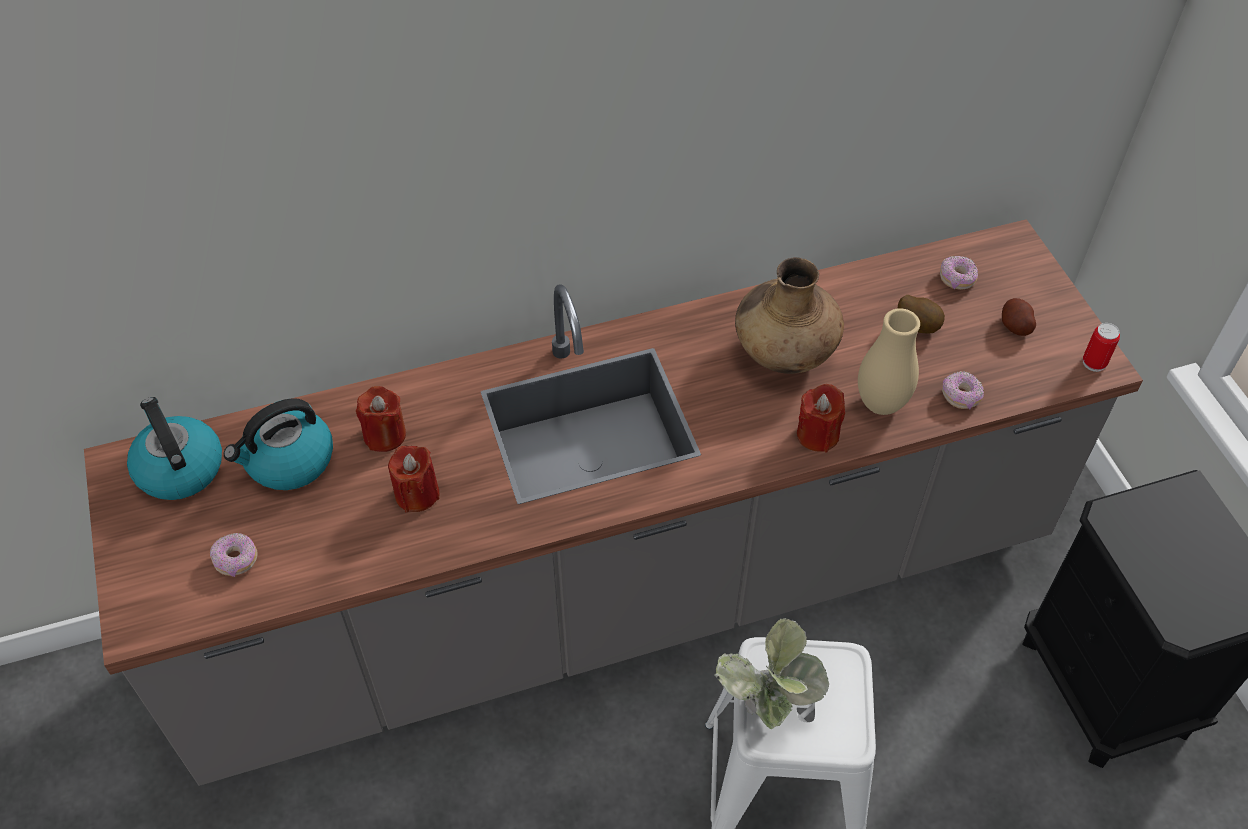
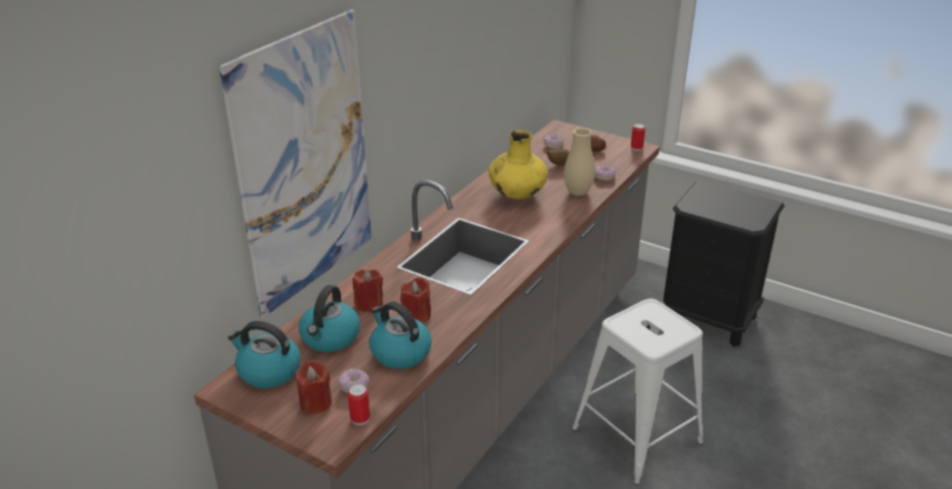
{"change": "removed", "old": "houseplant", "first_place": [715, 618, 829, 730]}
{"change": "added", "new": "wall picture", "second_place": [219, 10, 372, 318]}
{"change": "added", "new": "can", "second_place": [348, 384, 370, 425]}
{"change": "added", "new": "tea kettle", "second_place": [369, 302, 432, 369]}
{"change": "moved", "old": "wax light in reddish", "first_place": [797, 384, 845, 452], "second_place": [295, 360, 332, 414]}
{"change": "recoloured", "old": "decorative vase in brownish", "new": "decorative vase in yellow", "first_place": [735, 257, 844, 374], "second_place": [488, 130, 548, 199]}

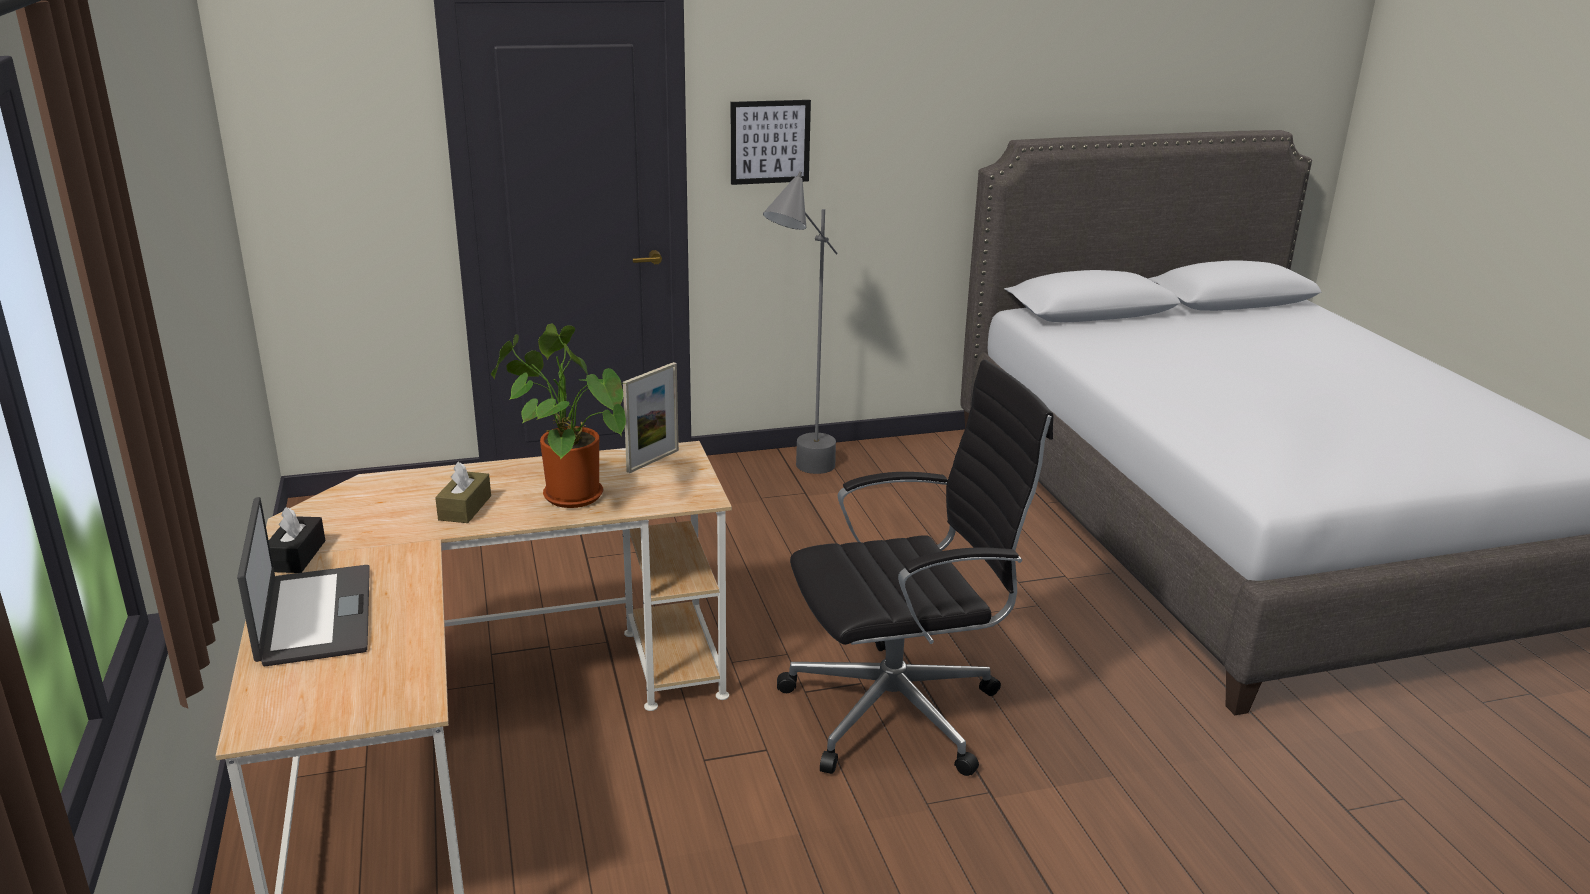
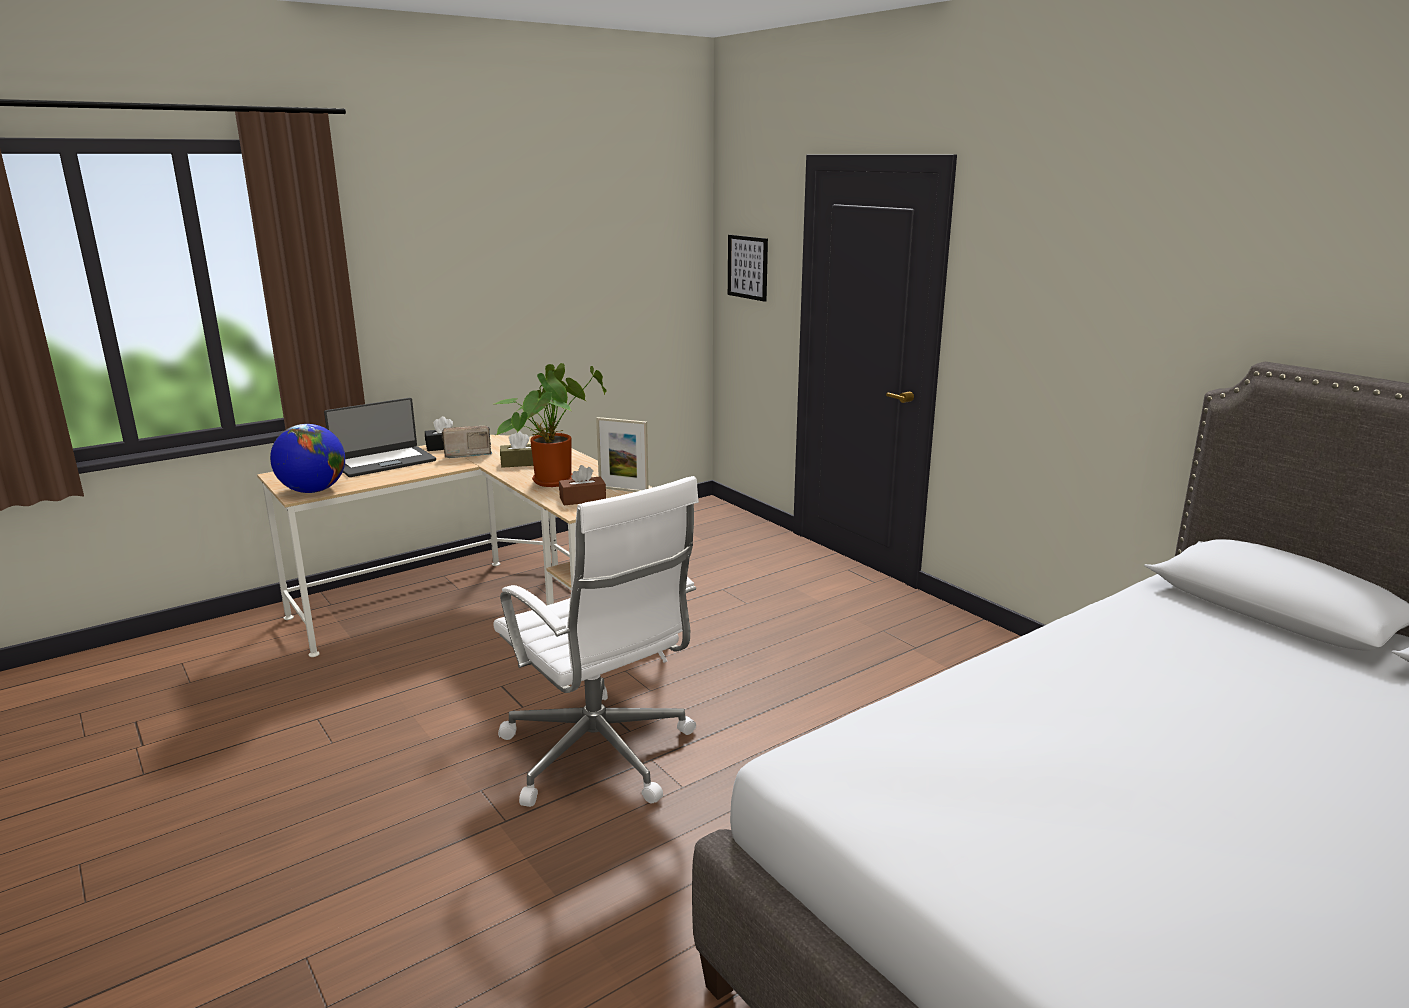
{"change": "removed", "old": "floor lamp in gray", "first_place": [763, 171, 838, 474]}
{"change": "added", "new": "desk globe", "second_place": [270, 424, 345, 493]}
{"change": "added", "new": "radio receiver", "second_place": [442, 426, 492, 458]}
{"change": "added", "new": "tissue box in brownish", "second_place": [559, 465, 606, 505]}
{"change": "moved", "old": "wall picture", "first_place": [731, 100, 811, 185], "second_place": [728, 235, 768, 302]}
{"change": "recoloured", "old": "desk chair in blackish", "new": "desk chair in white-coloured", "first_place": [777, 360, 1053, 776], "second_place": [493, 476, 699, 807]}

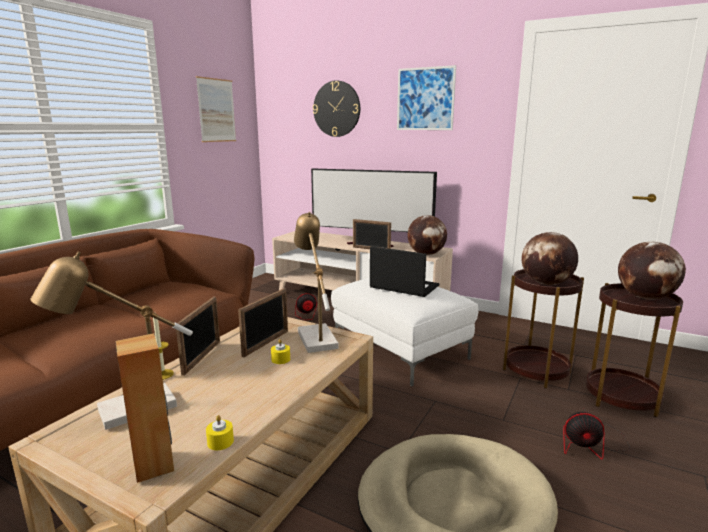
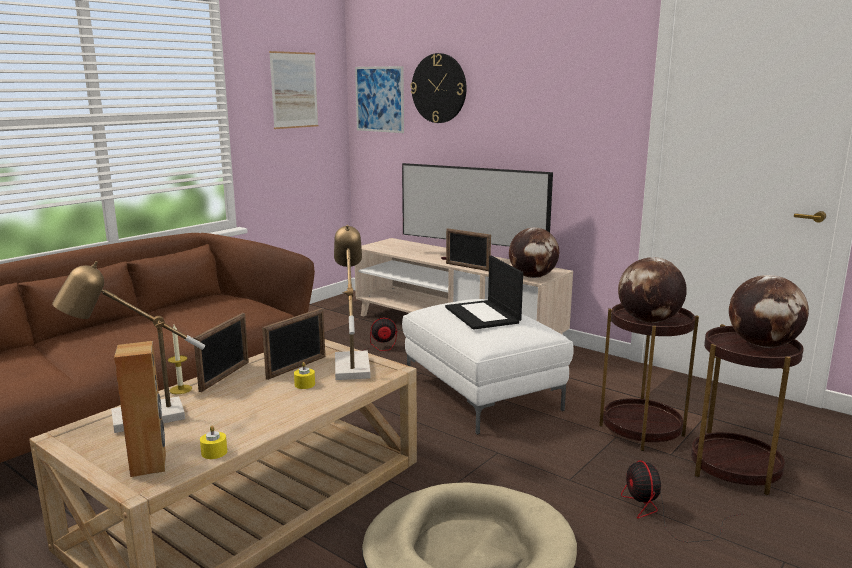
{"change": "moved", "old": "wall picture", "first_place": [397, 65, 456, 130], "second_place": [355, 66, 404, 133]}
{"change": "turned", "old": "portable computer", "first_place": [370, 246, 440, 297], "second_place": [445, 256, 523, 330], "degrees": -150}
{"change": "turned", "old": "electric fan", "first_place": [563, 409, 630, 459], "second_place": [621, 460, 744, 542], "degrees": 60}

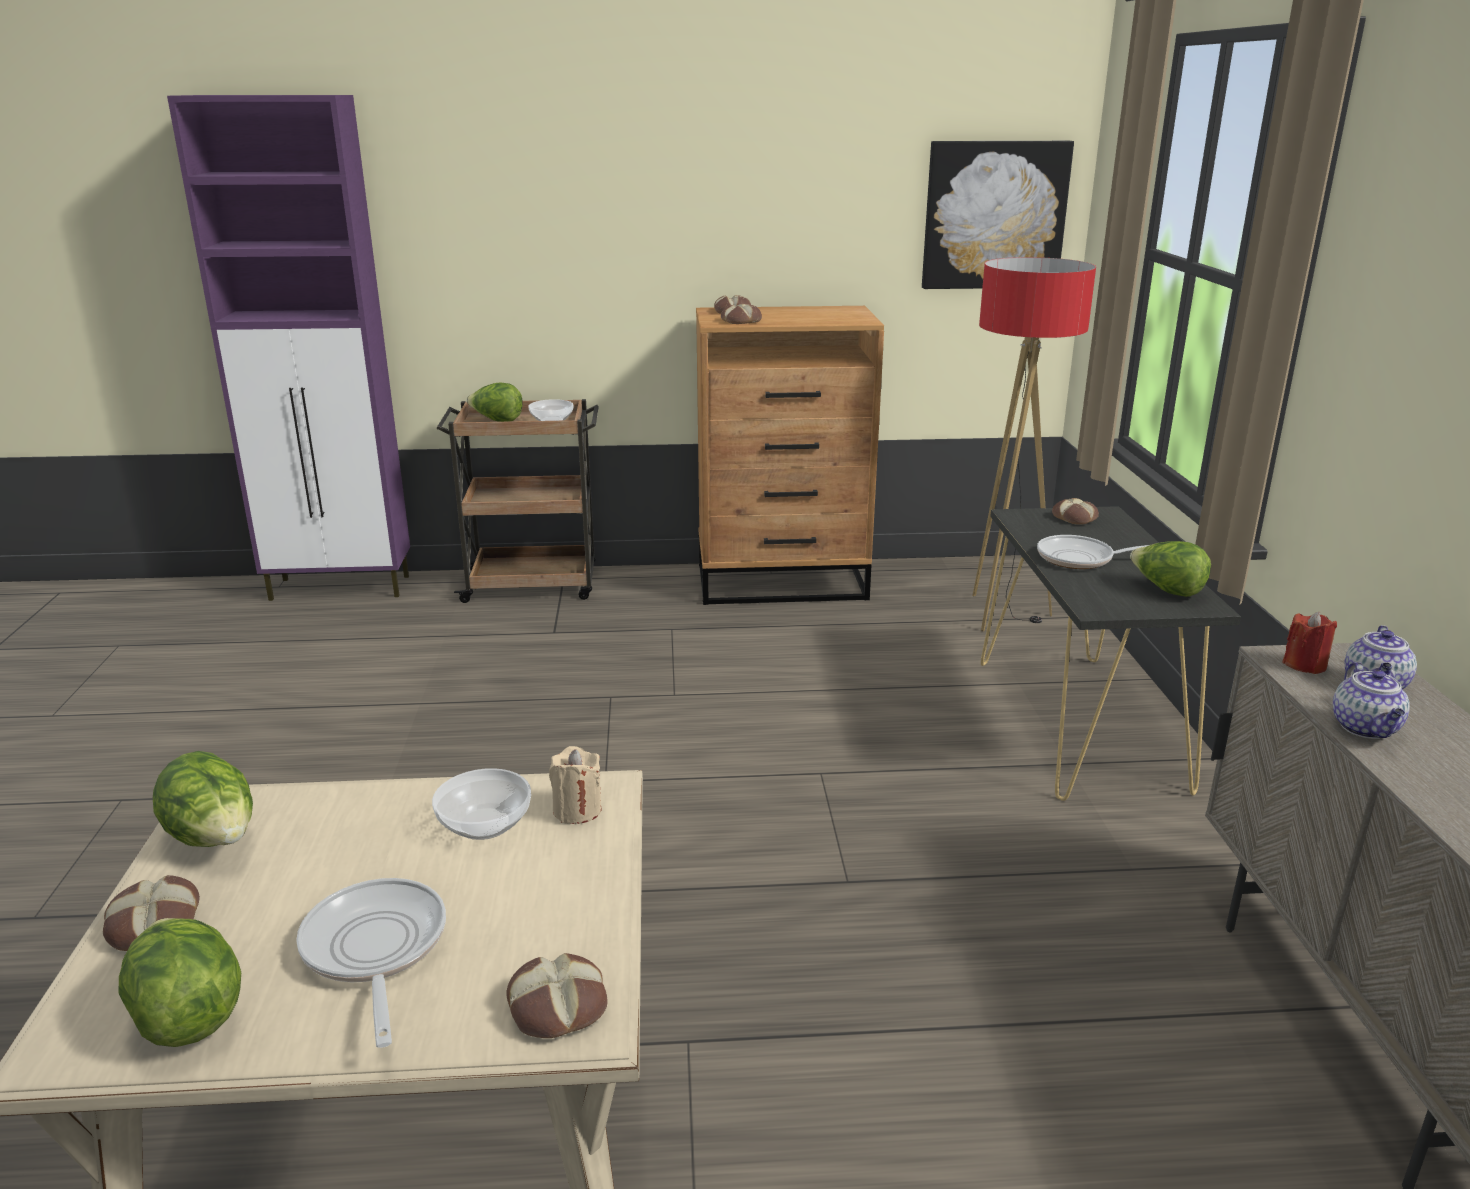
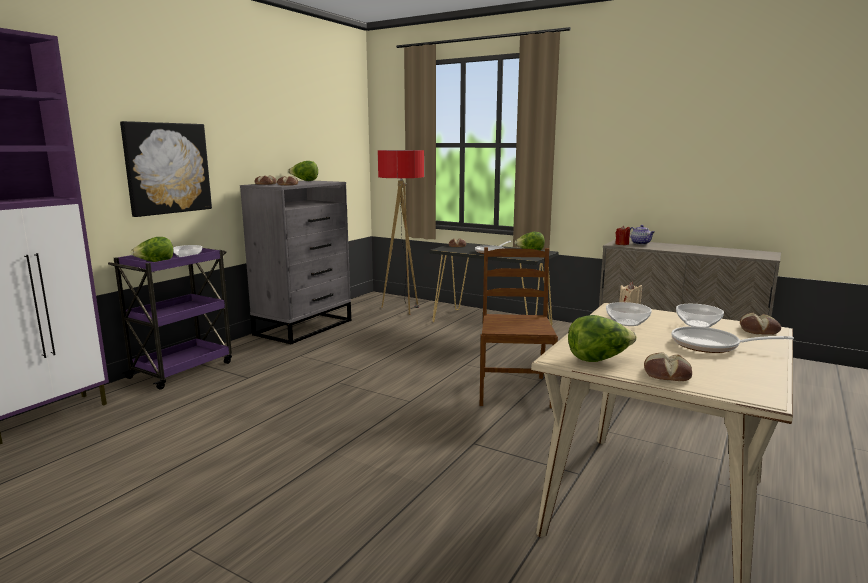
{"change": "removed", "old": "teapot", "first_place": [1333, 662, 1410, 739]}
{"change": "added", "new": "plain chair in brownish", "second_place": [480, 247, 558, 408]}
{"change": "added", "new": "serving bowl", "second_place": [676, 304, 724, 328]}
{"change": "moved", "old": "head of lettuce", "first_place": [118, 918, 241, 1047], "second_place": [288, 161, 318, 181]}
{"change": "moved", "old": "wall picture", "first_place": [922, 141, 1074, 289], "second_place": [120, 121, 212, 217]}
{"change": "recoloured", "old": "trolley in brownish", "new": "trolley in purple-coloured", "first_place": [436, 399, 599, 603], "second_place": [108, 248, 232, 390]}
{"change": "recoloured", "old": "chest of drawers in brownish", "new": "chest of drawers in gray", "first_place": [696, 306, 884, 605], "second_place": [240, 181, 351, 345]}

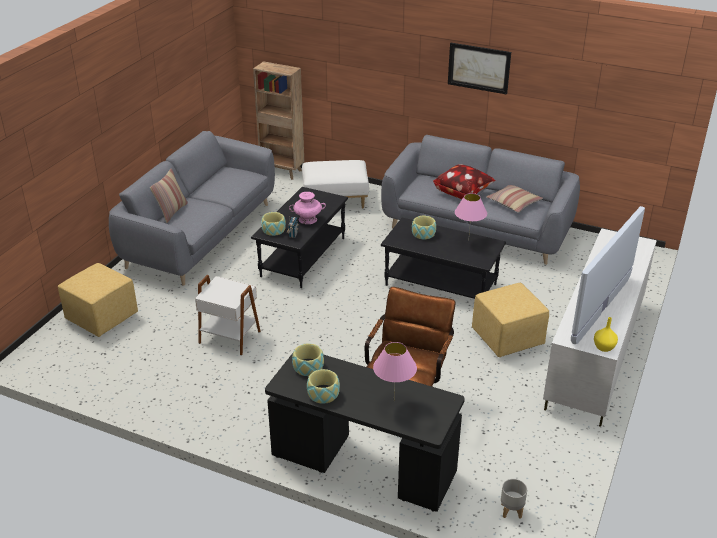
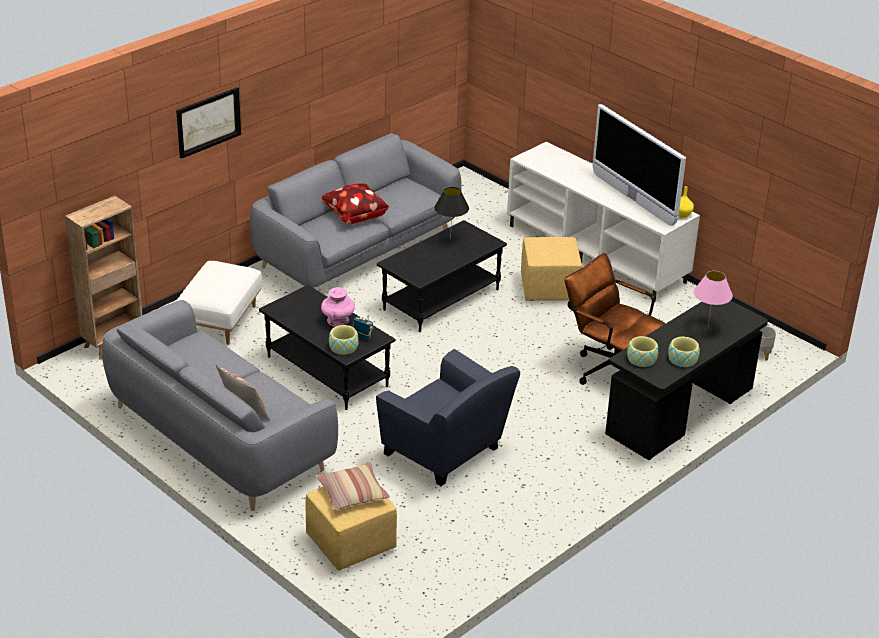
{"change": "removed", "old": "serving bowl", "first_place": [412, 216, 436, 239]}
{"change": "moved", "old": "wall picture", "first_place": [448, 43, 511, 94], "second_place": [176, 87, 241, 159]}
{"change": "moved", "old": "pillow", "first_place": [486, 185, 543, 213], "second_place": [316, 462, 390, 511]}
{"change": "replaced", "old": "end table in white-coloured", "new": "lounge chair in bluish", "first_place": [195, 275, 261, 355], "second_place": [376, 349, 520, 486]}
{"change": "recoloured", "old": "table lamp in pink", "new": "table lamp in blackish", "first_place": [455, 193, 487, 242], "second_place": [434, 187, 469, 239]}

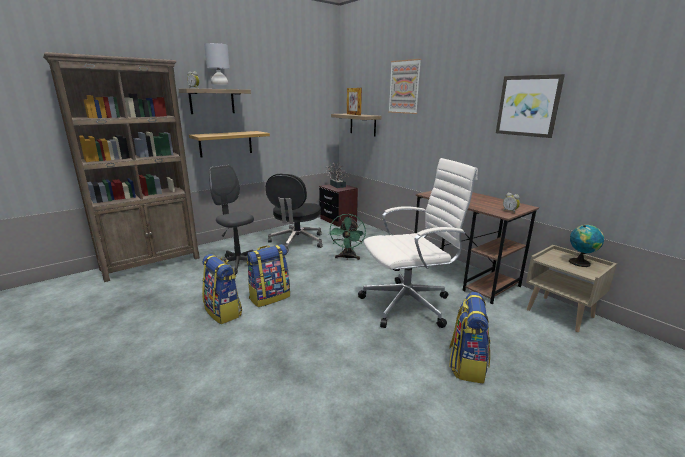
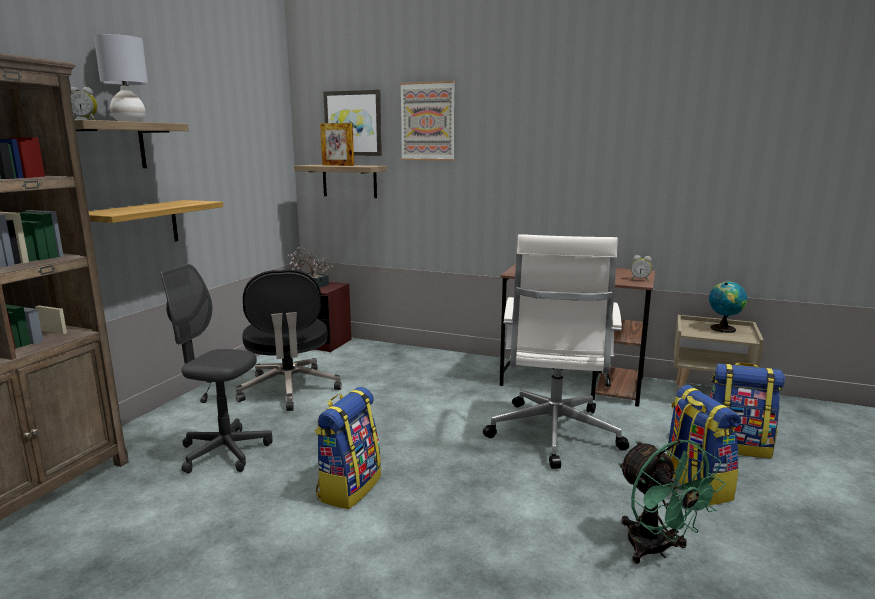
{"change": "moved", "old": "knapsack", "first_place": [202, 254, 242, 324], "second_place": [710, 362, 785, 458]}
{"change": "moved", "old": "electric fan in green-coloured", "first_place": [329, 214, 366, 260], "second_place": [618, 439, 726, 564]}
{"change": "moved", "old": "wall picture", "first_place": [496, 74, 565, 138], "second_place": [323, 90, 382, 156]}
{"change": "turned", "old": "desk chair in white-coloured", "first_place": [358, 158, 478, 328], "second_place": [483, 234, 629, 469], "degrees": 150}

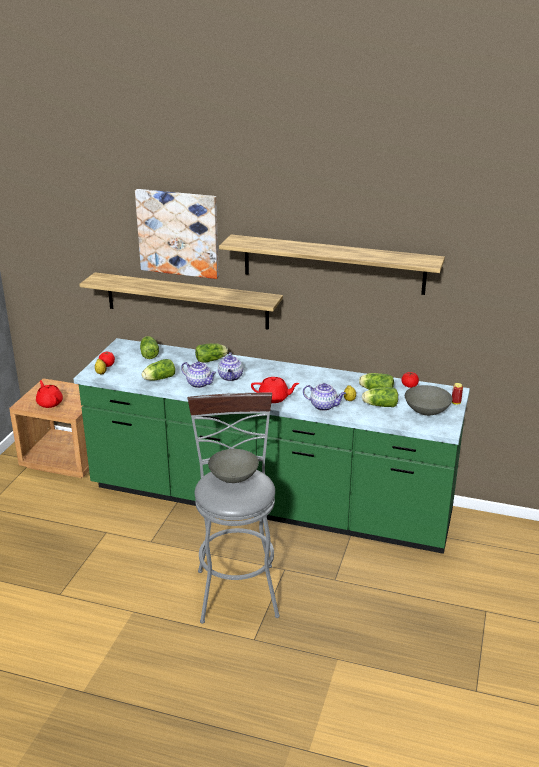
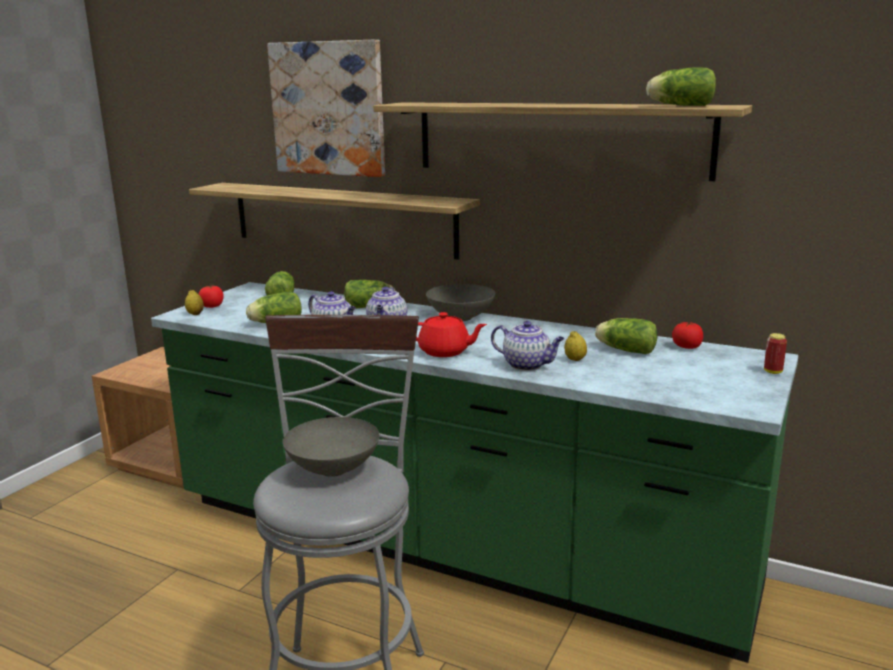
{"change": "removed", "old": "teapot in reddish", "first_place": [36, 380, 63, 408]}
{"change": "moved", "old": "head of lettuce", "first_place": [362, 387, 398, 407], "second_place": [646, 67, 716, 106]}
{"change": "moved", "old": "serving bowl in gray", "first_place": [405, 385, 452, 416], "second_place": [426, 284, 496, 321]}

